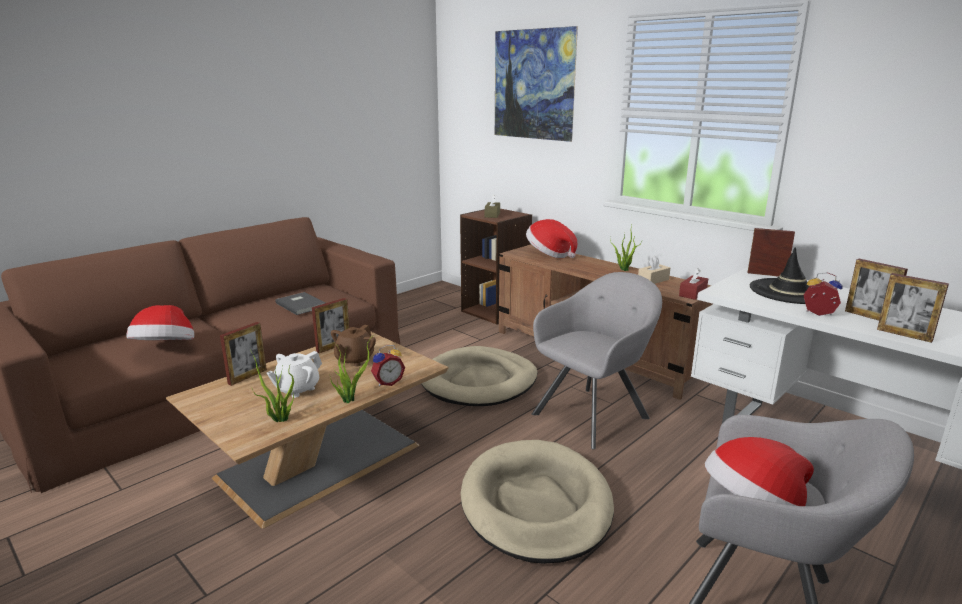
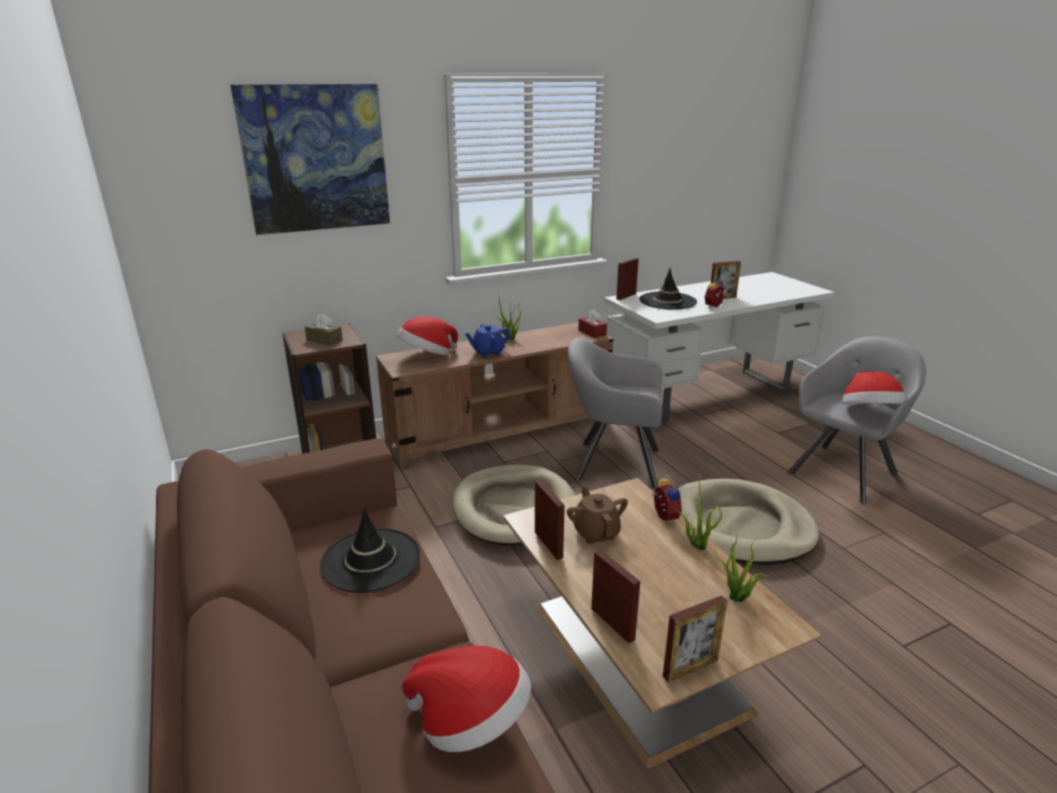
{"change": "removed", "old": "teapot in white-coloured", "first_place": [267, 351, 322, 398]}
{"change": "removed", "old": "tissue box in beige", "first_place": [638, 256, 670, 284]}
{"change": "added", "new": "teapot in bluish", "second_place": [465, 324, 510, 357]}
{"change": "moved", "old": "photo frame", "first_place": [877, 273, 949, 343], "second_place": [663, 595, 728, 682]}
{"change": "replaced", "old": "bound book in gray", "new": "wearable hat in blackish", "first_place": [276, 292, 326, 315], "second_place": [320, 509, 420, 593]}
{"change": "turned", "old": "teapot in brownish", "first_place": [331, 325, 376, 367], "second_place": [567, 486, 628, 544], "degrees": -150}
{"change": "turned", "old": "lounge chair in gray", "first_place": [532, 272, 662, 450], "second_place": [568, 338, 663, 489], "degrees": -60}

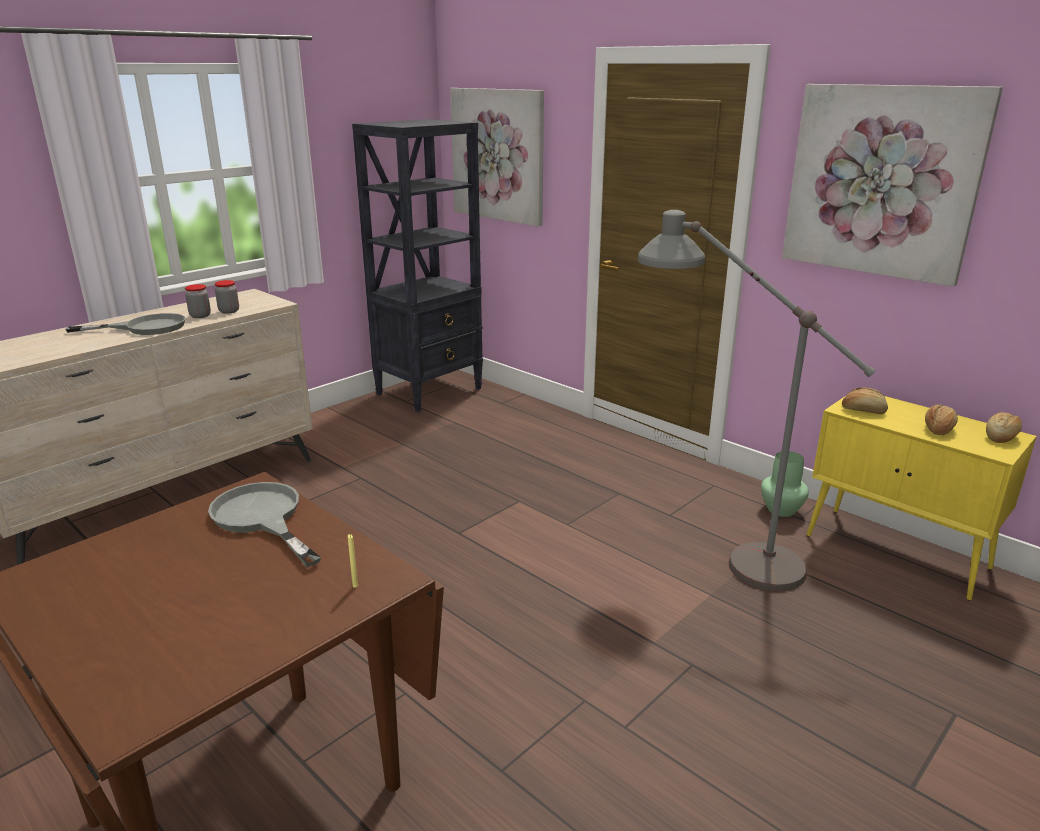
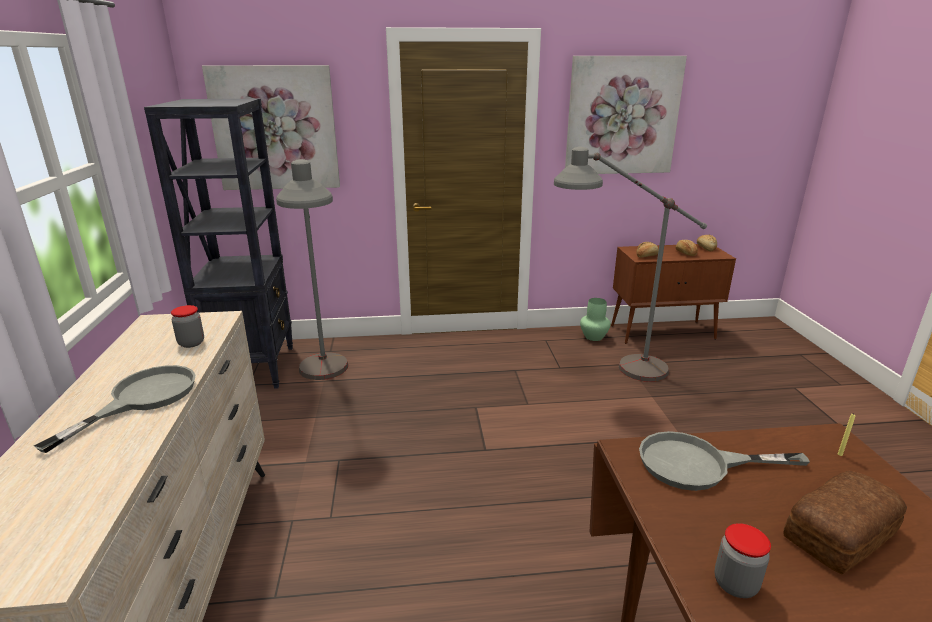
{"change": "added", "new": "floor lamp in gray", "second_place": [276, 159, 348, 380]}
{"change": "added", "new": "bakery bread", "second_place": [783, 471, 907, 574]}
{"change": "moved", "old": "preserve jar", "first_place": [185, 284, 211, 318], "second_place": [714, 523, 771, 598]}
{"change": "recoloured", "old": "cupboard in yellow", "new": "cupboard in brownish", "first_place": [807, 396, 1037, 601], "second_place": [611, 244, 736, 344]}

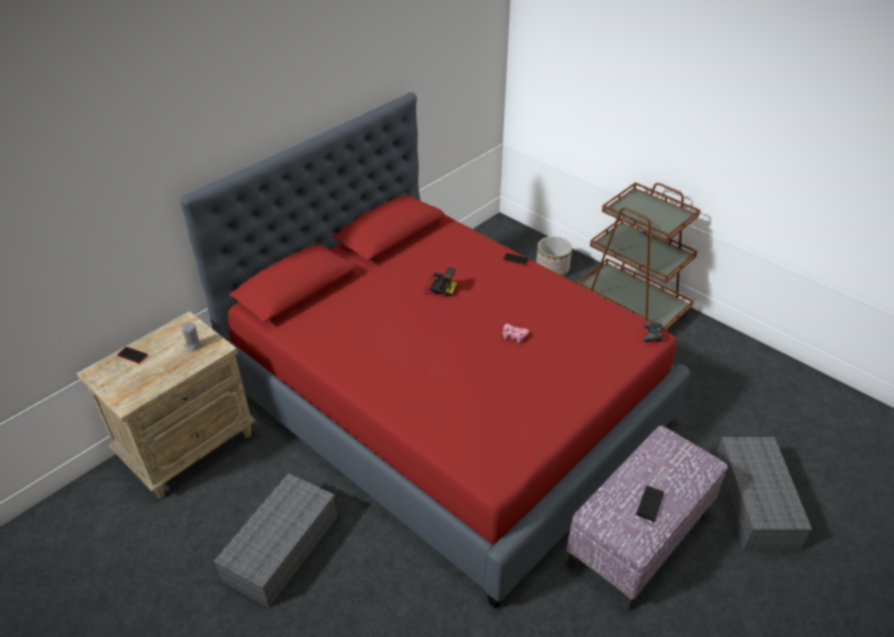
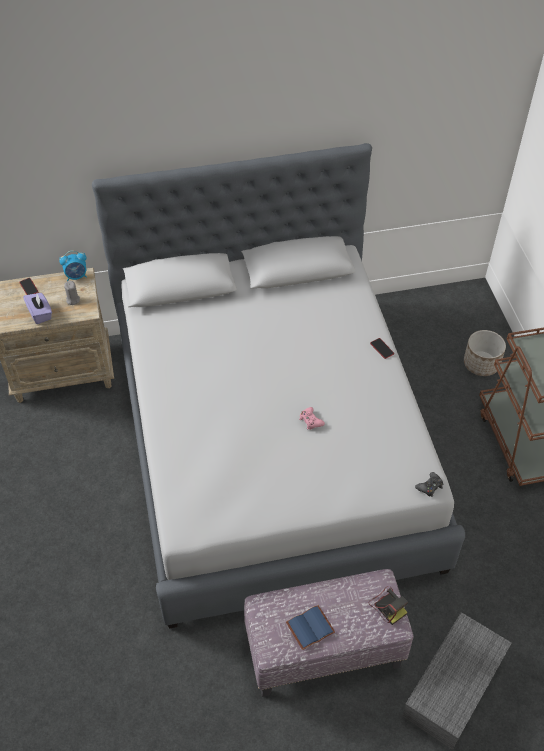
{"change": "removed", "old": "storage bin in gray", "first_place": [214, 473, 337, 608]}
{"change": "added", "new": "tissue box in purple-coloured", "second_place": [23, 293, 52, 324]}
{"change": "added", "new": "bedside clock", "second_place": [59, 251, 87, 281]}
{"change": "moved", "old": "still camera", "first_place": [424, 267, 457, 297], "second_place": [369, 586, 408, 625]}
{"change": "replaced", "old": "gamepad in blackish", "new": "bound book in bluish", "first_place": [636, 486, 664, 522], "second_place": [286, 605, 335, 650]}
{"change": "recoloured", "old": "bedroom bed in reddish", "new": "bedroom bed in gray", "first_place": [180, 93, 690, 609], "second_place": [92, 143, 465, 628]}

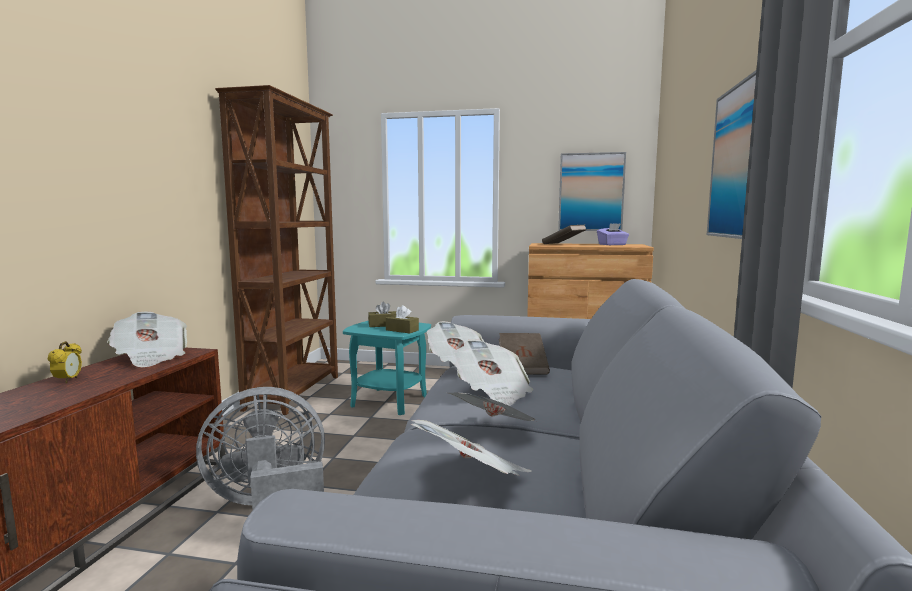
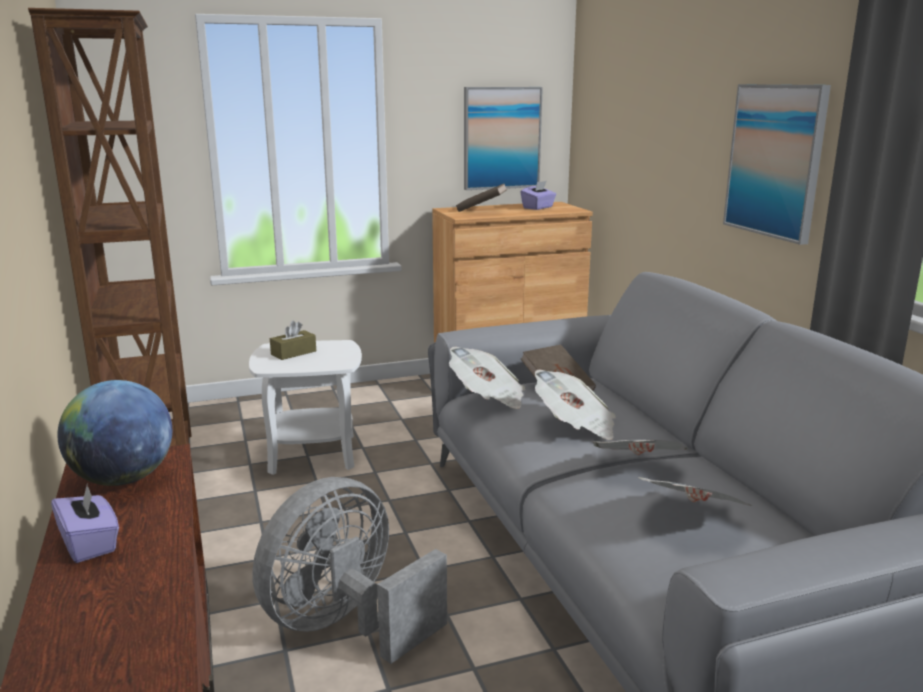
{"change": "removed", "old": "tissue box in brownish", "first_place": [386, 305, 419, 333]}
{"change": "replaced", "old": "bedside clock", "new": "tissue box in purple-coloured", "first_place": [48, 341, 82, 383], "second_place": [51, 482, 119, 563]}
{"change": "replaced", "old": "newspaper", "new": "desk globe", "first_place": [107, 311, 187, 367], "second_place": [57, 380, 172, 486]}
{"change": "recoloured", "old": "end table in turquoise", "new": "end table in white-coloured", "first_place": [343, 321, 431, 415], "second_place": [249, 340, 362, 475]}

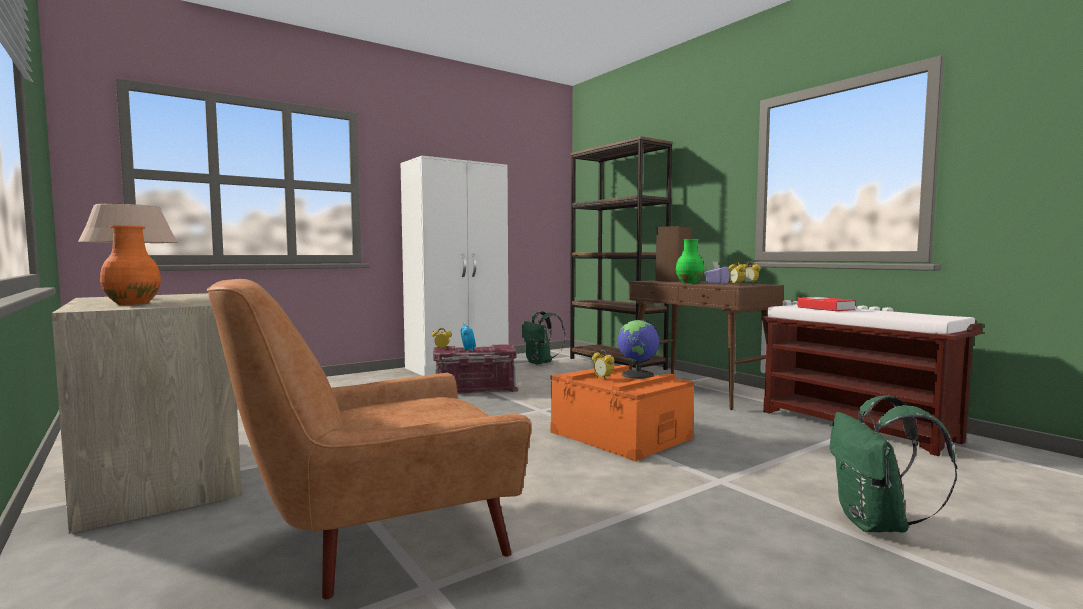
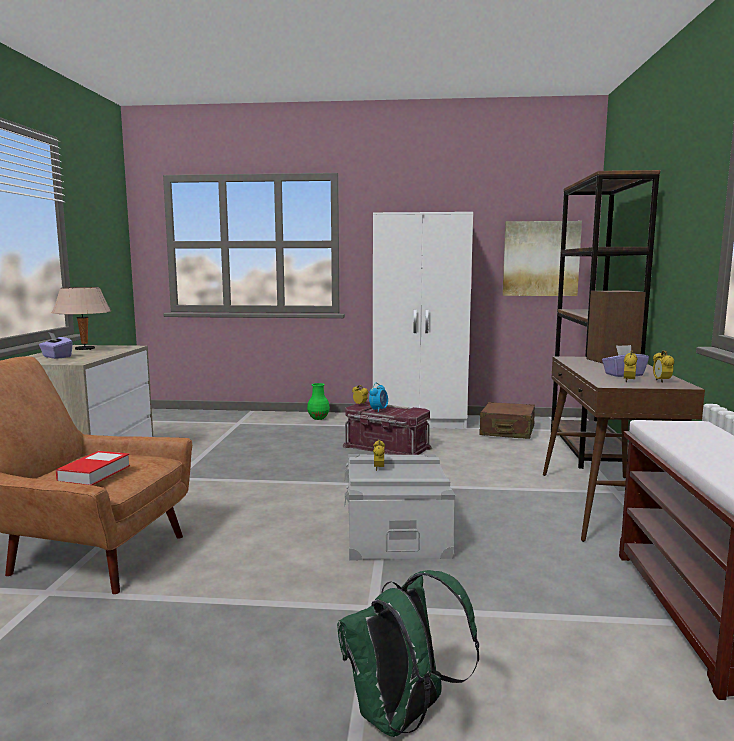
{"change": "removed", "old": "desk globe", "first_place": [617, 320, 660, 379]}
{"change": "added", "new": "wall picture", "second_place": [503, 221, 582, 296]}
{"change": "moved", "old": "decorative vase in green-coloured", "first_place": [676, 239, 704, 283], "second_place": [307, 383, 330, 420]}
{"change": "moved", "old": "bound book", "first_place": [798, 297, 856, 311], "second_place": [56, 451, 130, 485]}
{"change": "replaced", "old": "decorative vase in orange", "new": "tissue box in purple-coloured", "first_place": [100, 226, 161, 305], "second_place": [39, 333, 73, 359]}
{"change": "replaced", "old": "knapsack in green-coloured", "new": "travel case in brownish", "first_place": [521, 311, 566, 365], "second_place": [480, 402, 535, 439]}
{"change": "recoloured", "old": "storage bin in orange", "new": "storage bin in gray", "first_place": [550, 365, 694, 461], "second_place": [344, 454, 455, 561]}

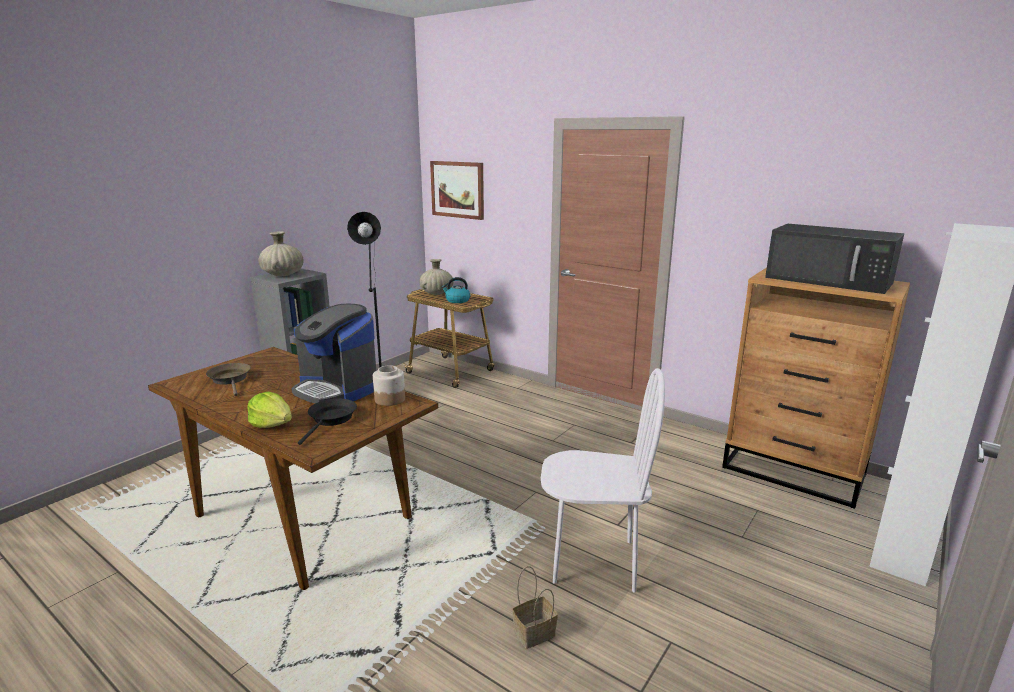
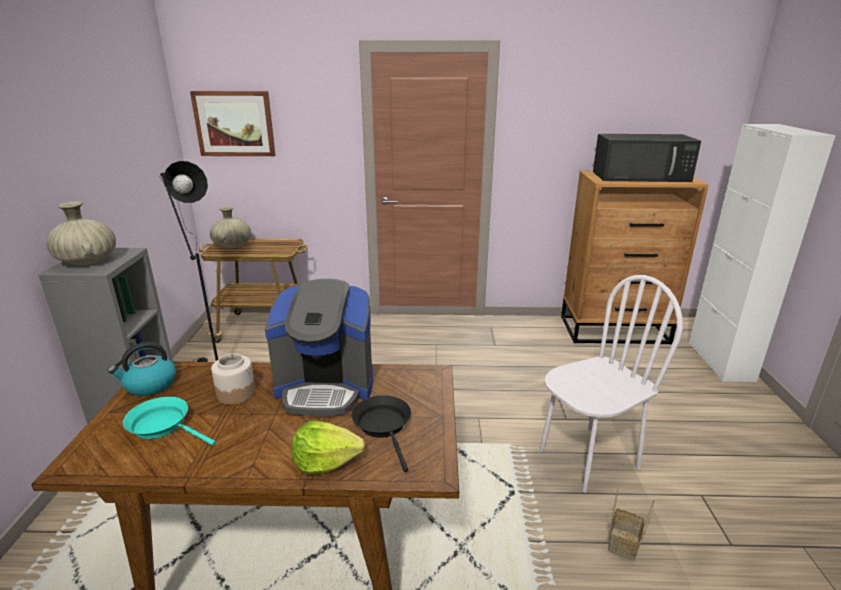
{"change": "moved", "old": "preserve jar", "first_place": [373, 365, 405, 406], "second_place": [211, 353, 255, 405]}
{"change": "moved", "old": "tea kettle", "first_place": [441, 277, 470, 303], "second_place": [108, 342, 176, 396]}
{"change": "recoloured", "old": "skillet in brownish", "new": "skillet in turquoise", "first_place": [206, 363, 251, 396], "second_place": [123, 397, 216, 445]}

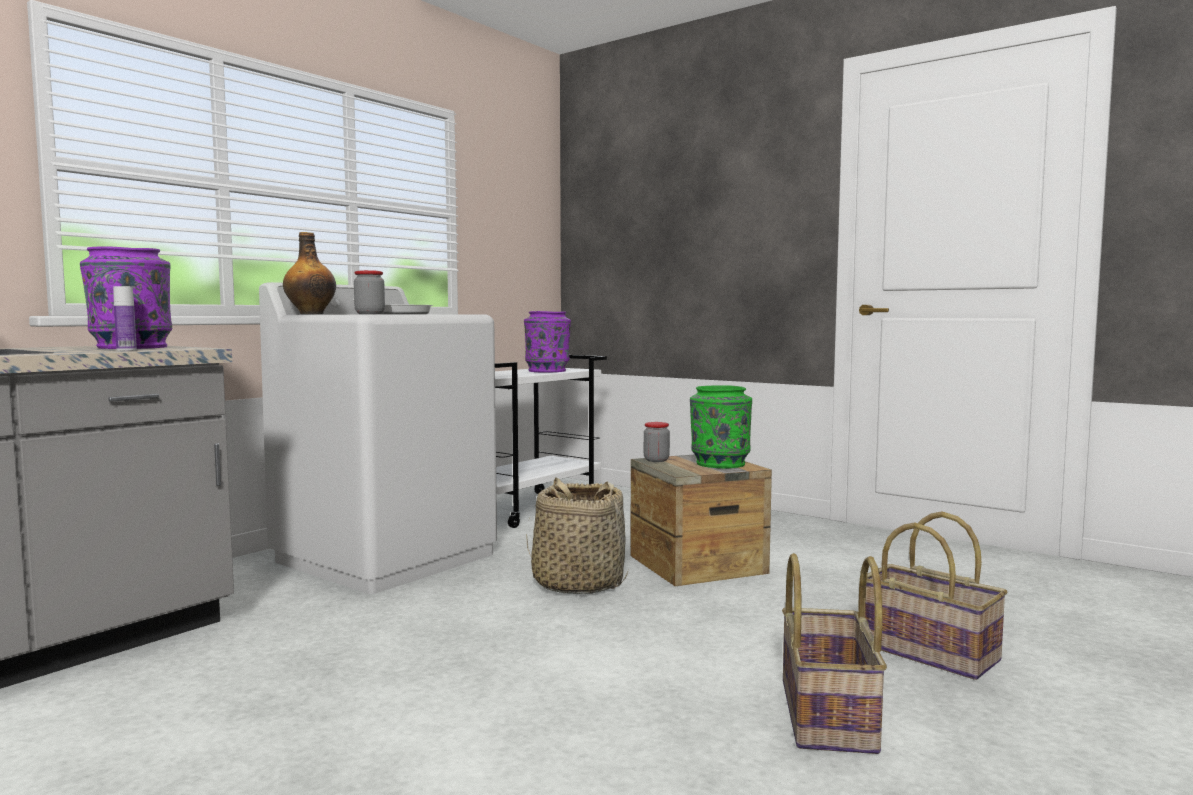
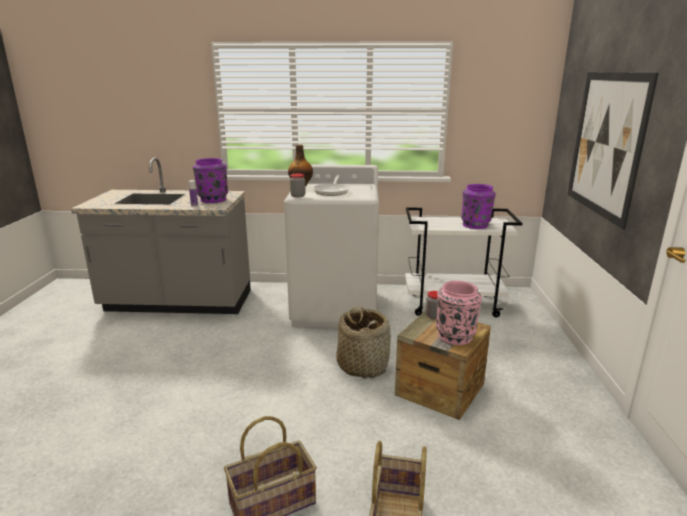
{"change": "added", "new": "wall picture", "second_place": [567, 72, 659, 229]}
{"change": "recoloured", "old": "decorative vase in green-coloured", "new": "decorative vase in pink", "first_place": [690, 385, 752, 468], "second_place": [436, 280, 482, 345]}

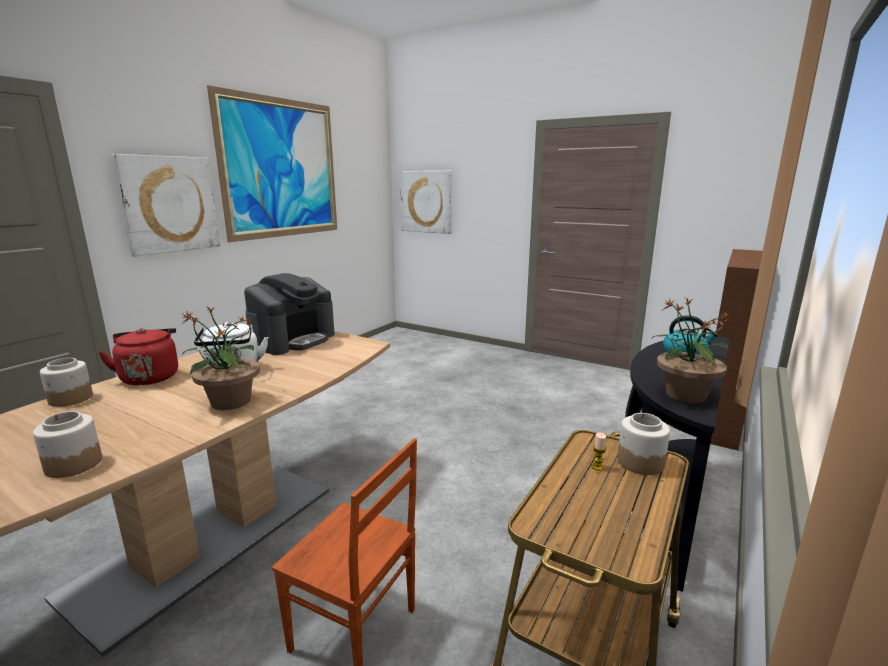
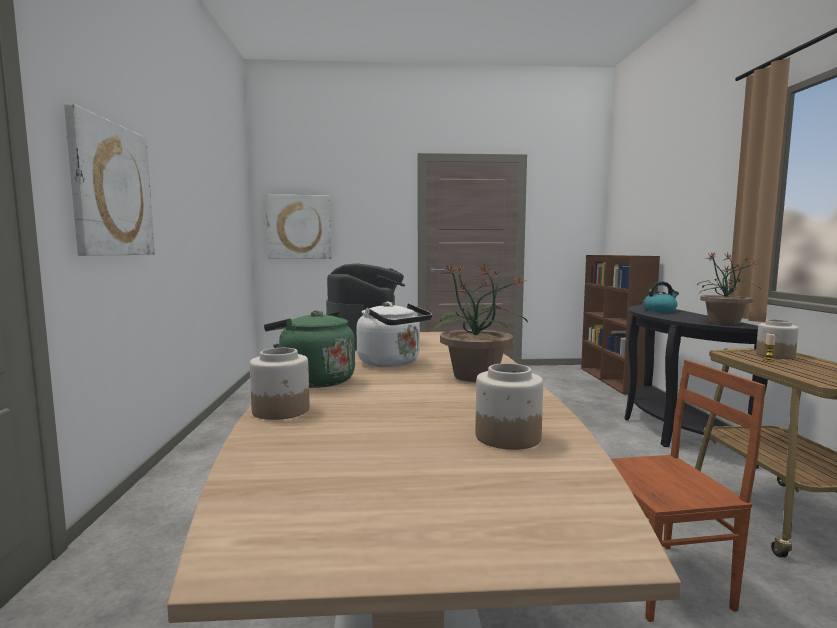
{"change": "removed", "old": "wall picture", "first_place": [207, 85, 337, 243]}
{"change": "recoloured", "old": "tea kettle in reddish", "new": "tea kettle in green-coloured", "first_place": [98, 328, 178, 385], "second_place": [264, 310, 355, 388]}

